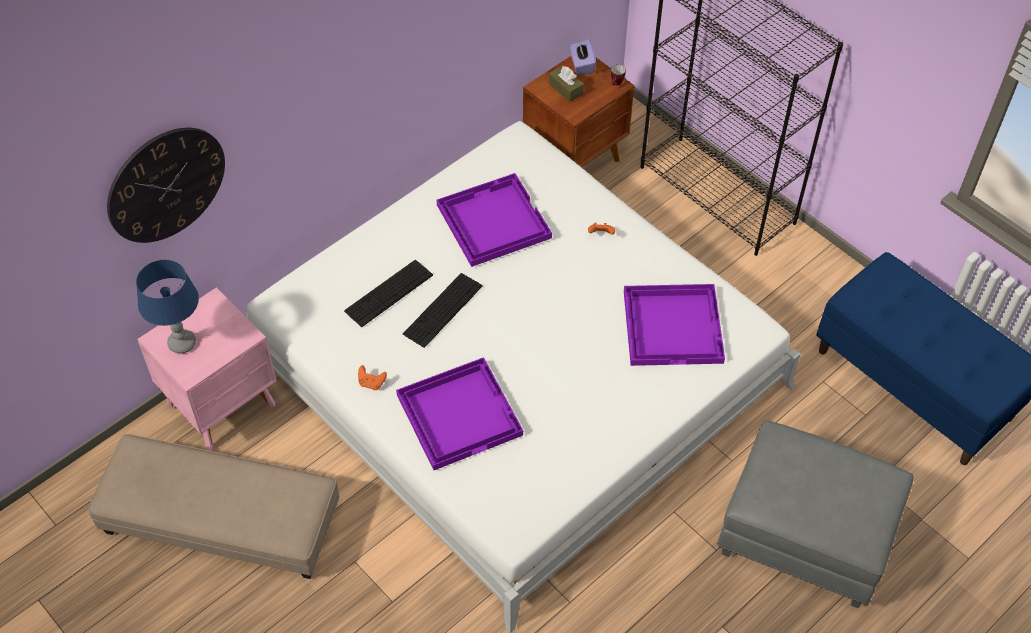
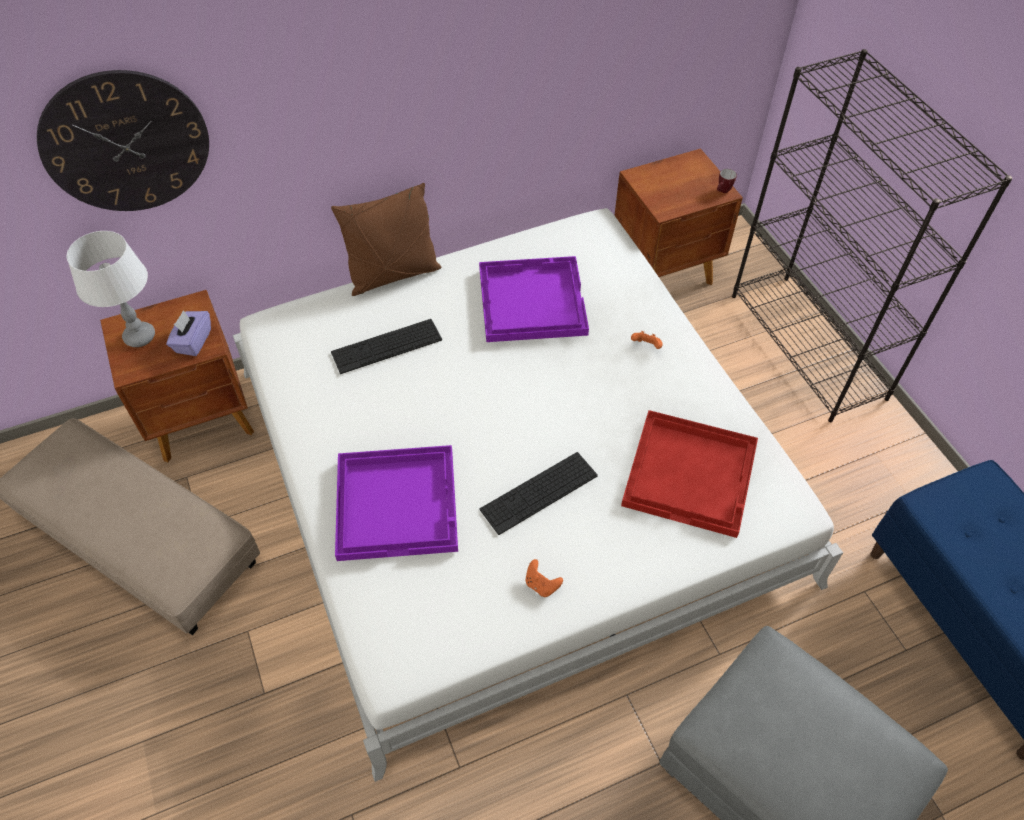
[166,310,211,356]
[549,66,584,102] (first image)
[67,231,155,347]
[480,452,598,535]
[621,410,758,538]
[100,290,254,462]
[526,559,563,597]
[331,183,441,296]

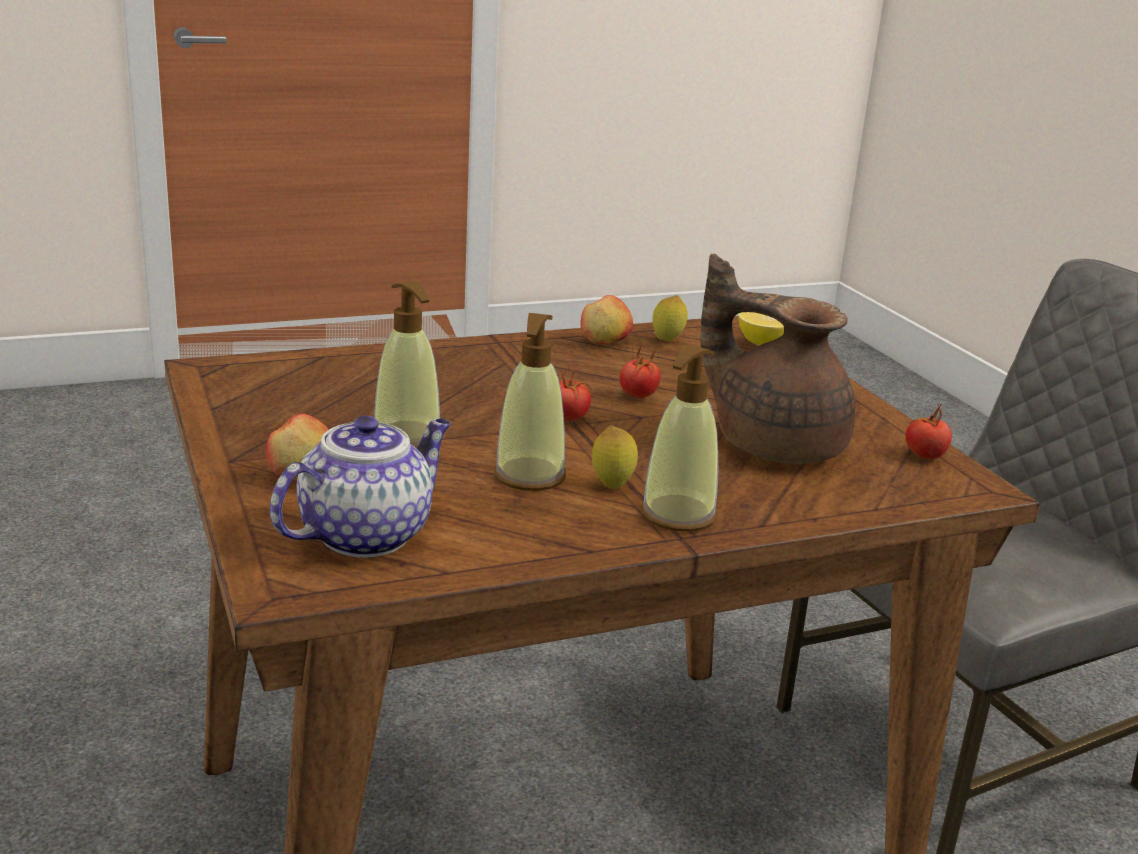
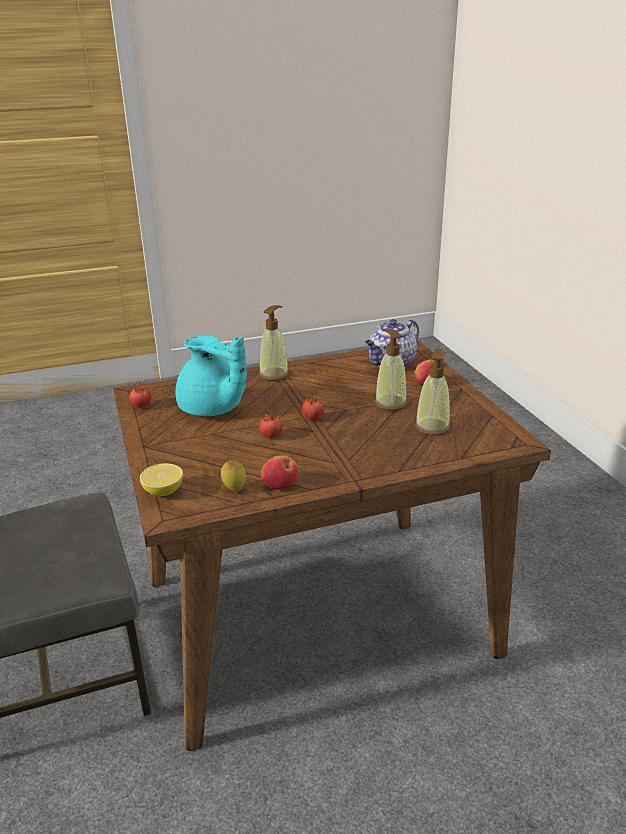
[176,335,247,416]
[415,348,450,436]
[592,426,638,489] (first image)

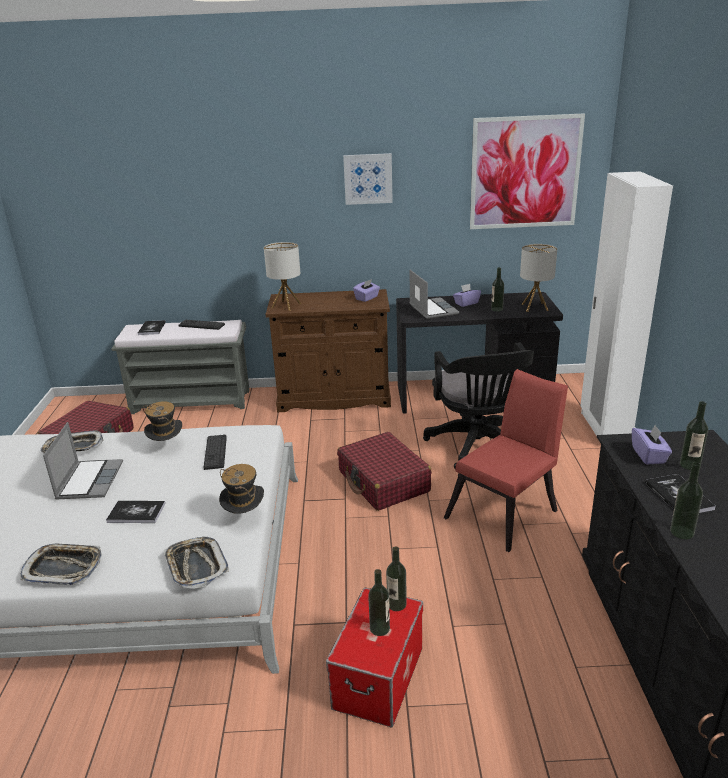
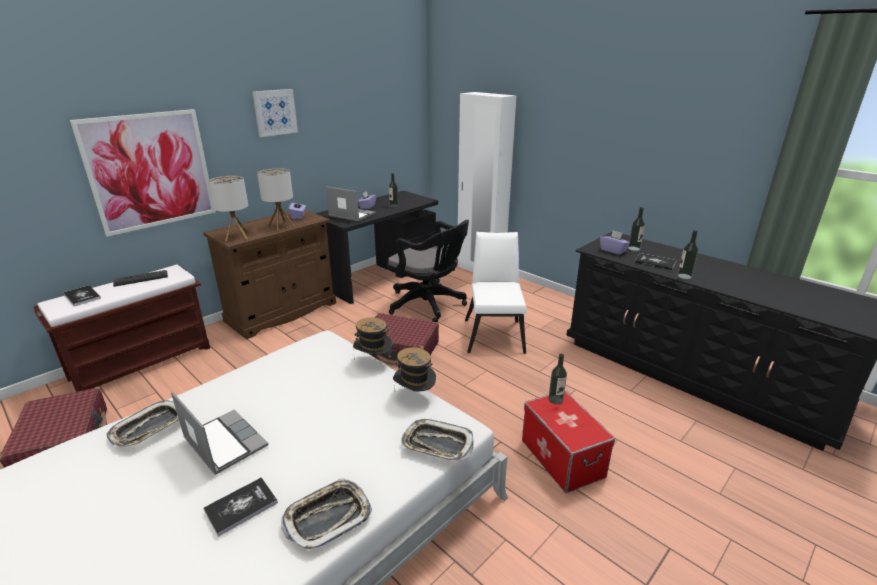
[70,109,216,237]
[257,168,295,231]
[33,264,210,392]
[465,232,527,354]
[353,317,392,360]
[204,434,227,470] (first image)
[203,477,278,537]
[368,569,390,636] (first image)

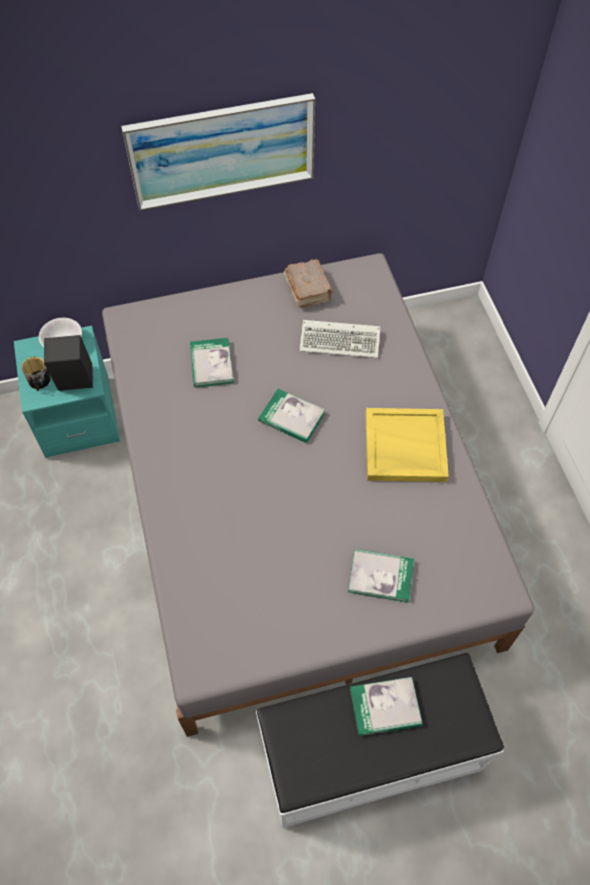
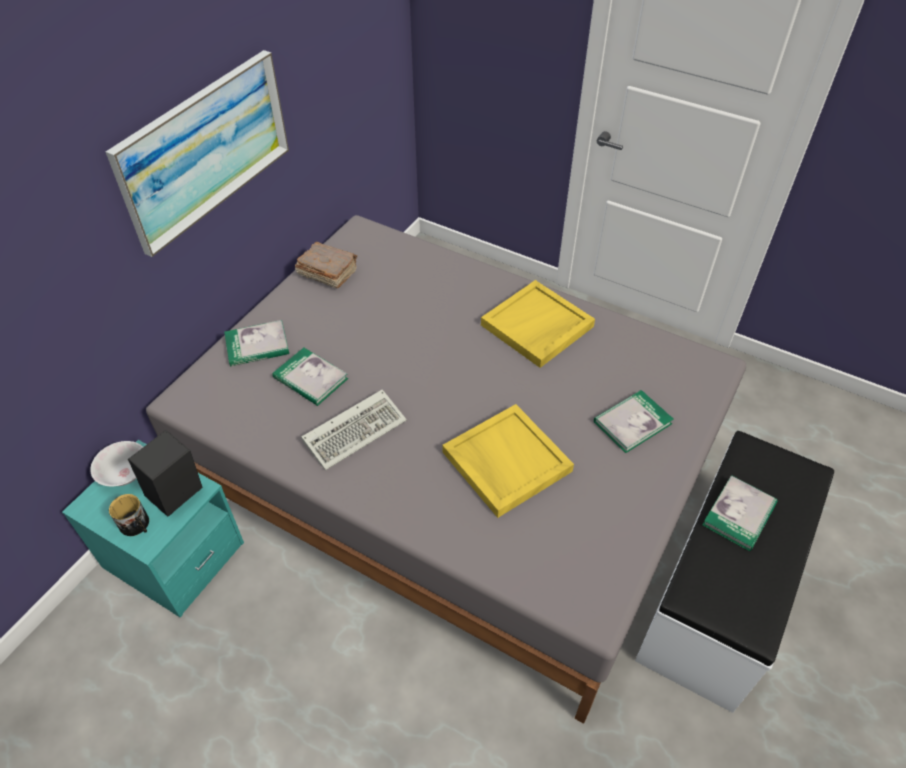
[301,389,407,470]
[224,320,289,366]
[443,404,574,518]

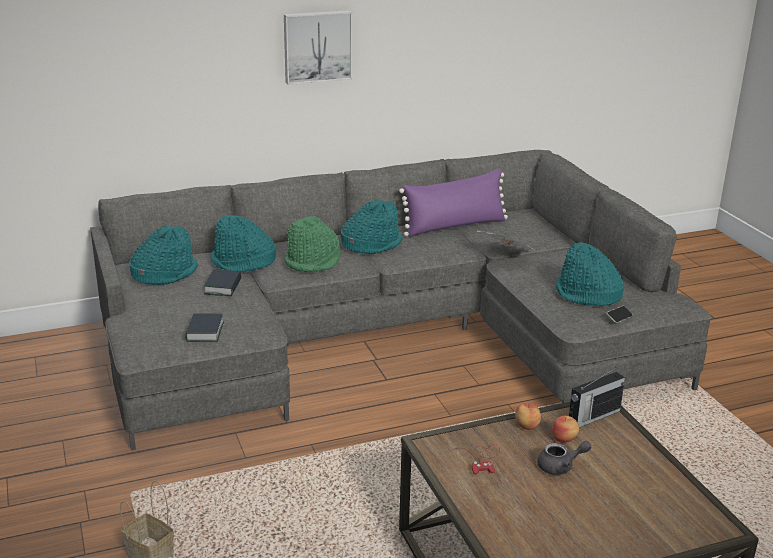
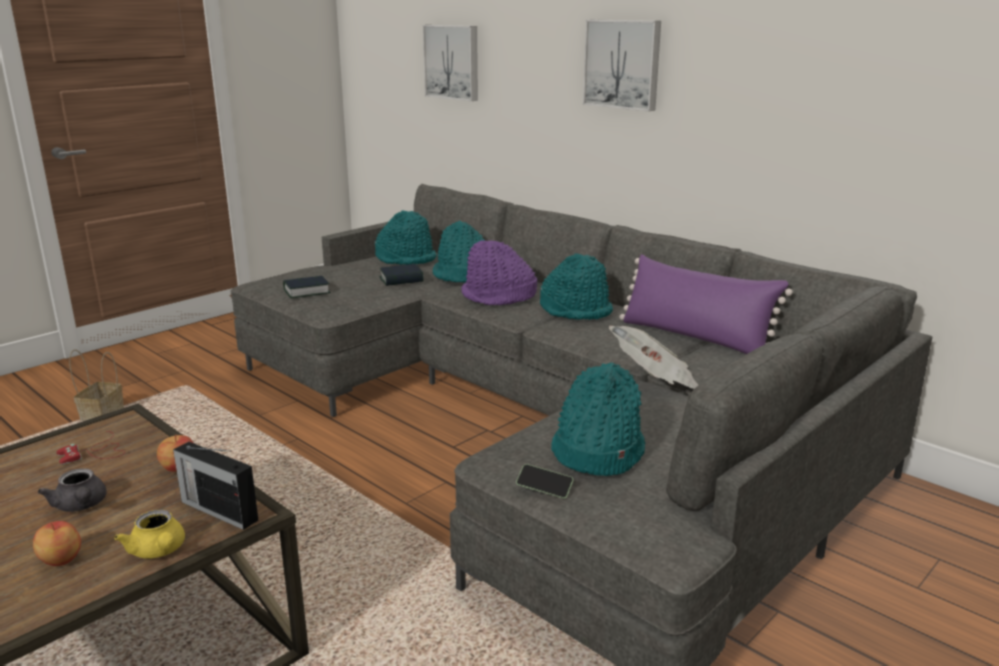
[461,241,537,305]
[33,521,81,566]
[423,25,478,101]
[114,510,185,559]

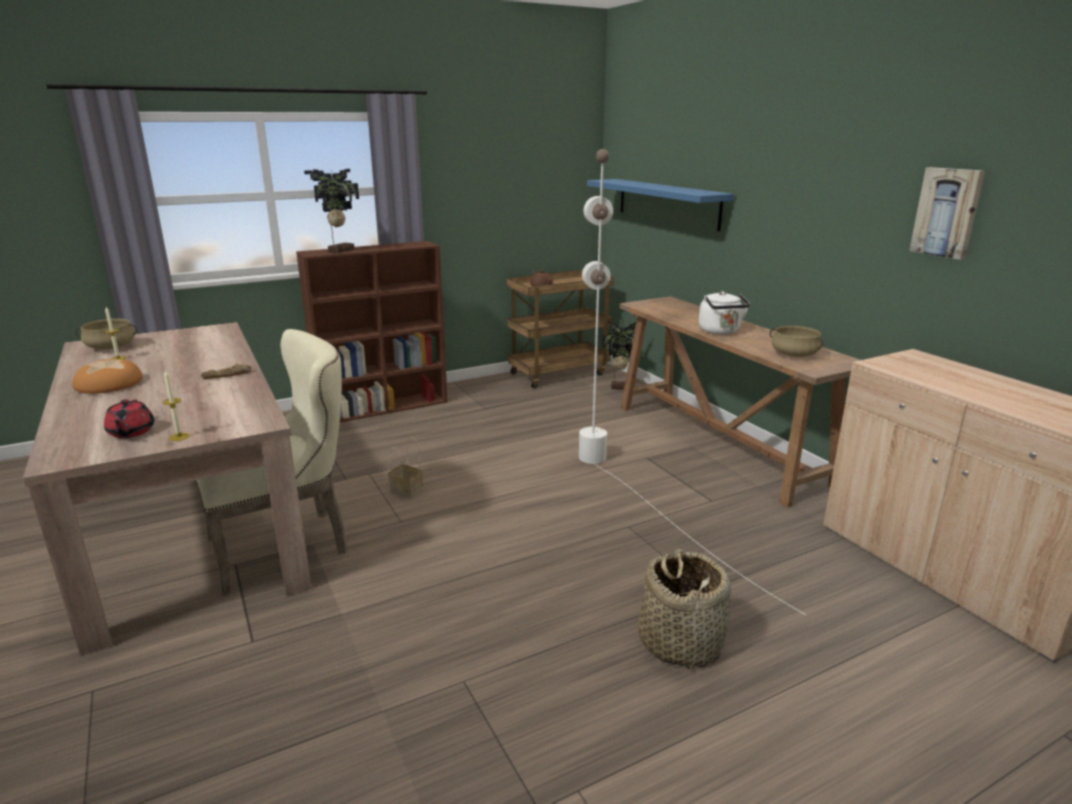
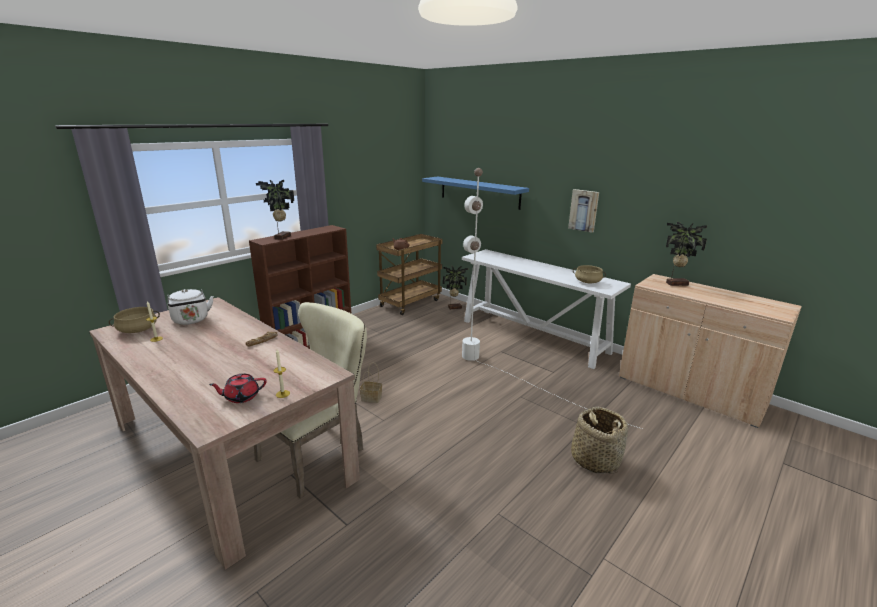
[568,189,599,233]
[167,289,213,325]
[462,249,631,369]
[72,359,143,394] (first image)
[209,374,267,403]
[666,222,707,286]

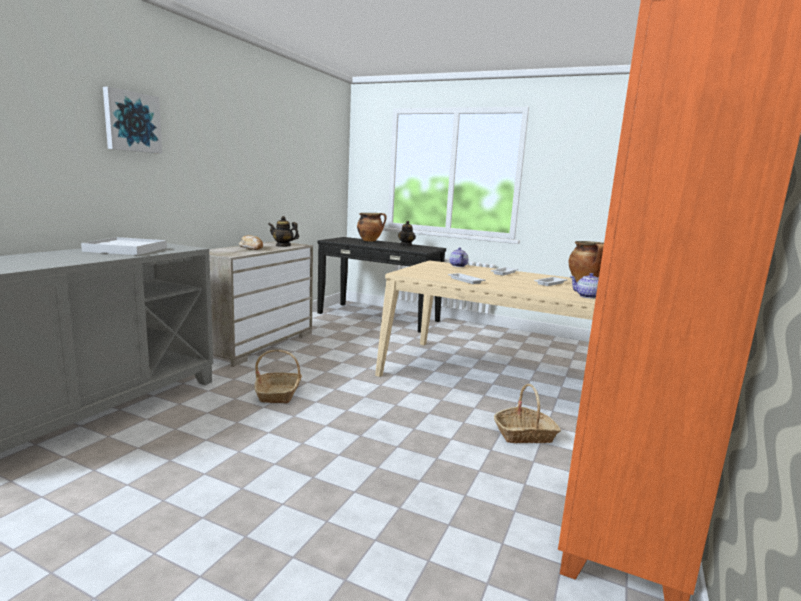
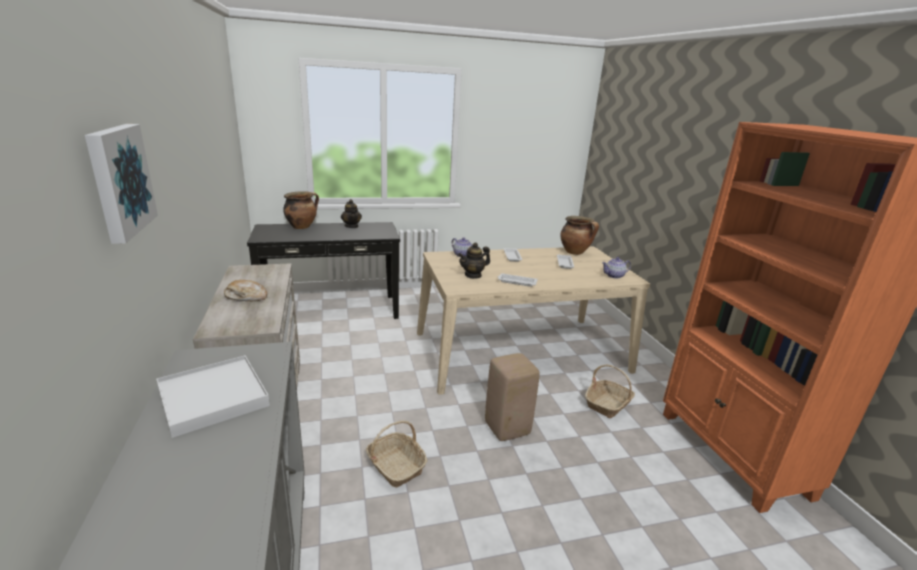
[458,242,490,279]
[485,353,540,441]

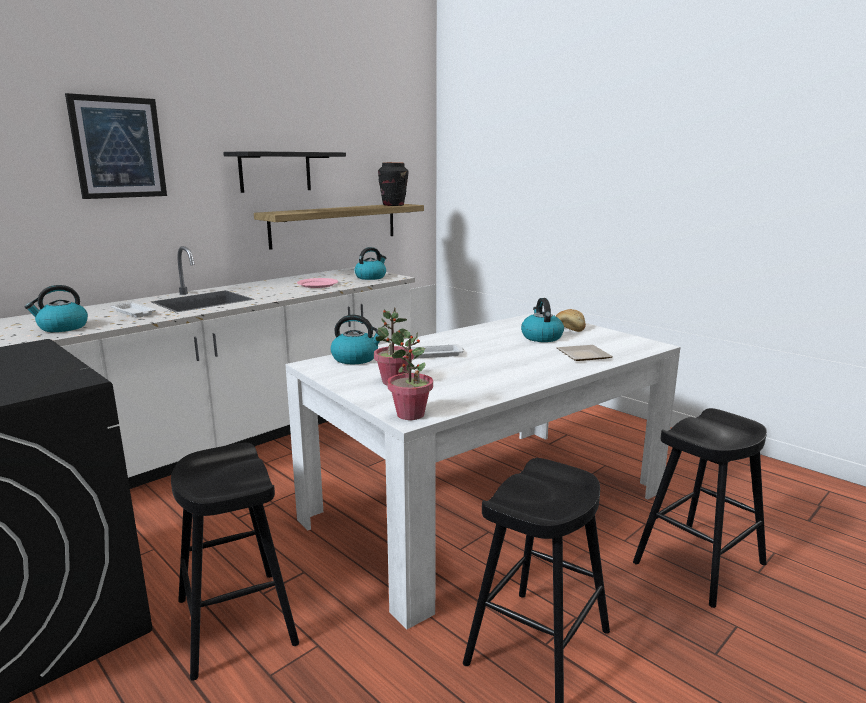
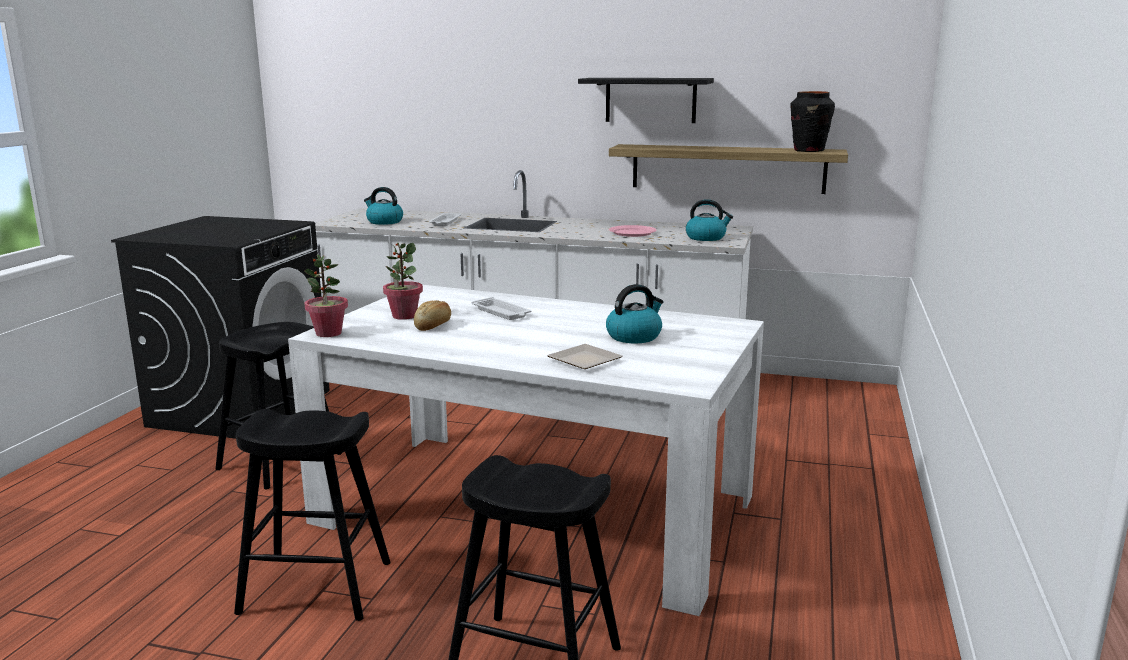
[65,93,167,199] (first image)
[414,300,451,331]
[330,315,380,364] (first image)

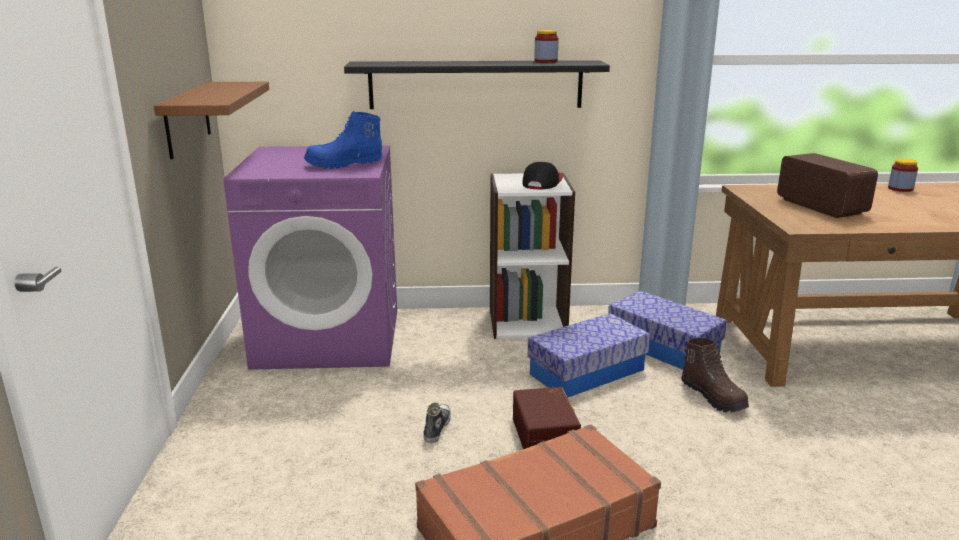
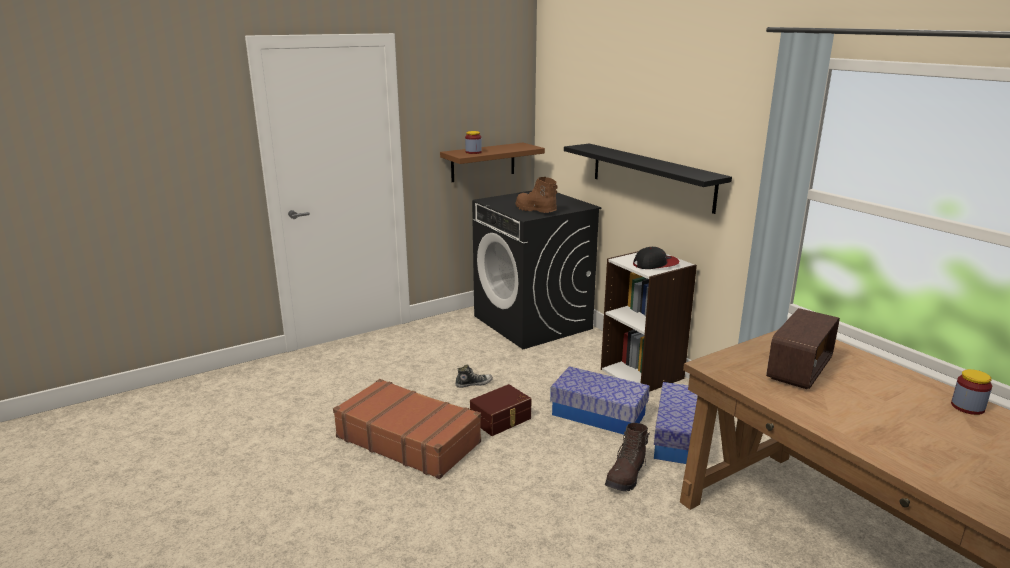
[465,131,482,154]
[516,177,558,213]
[472,191,602,349]

